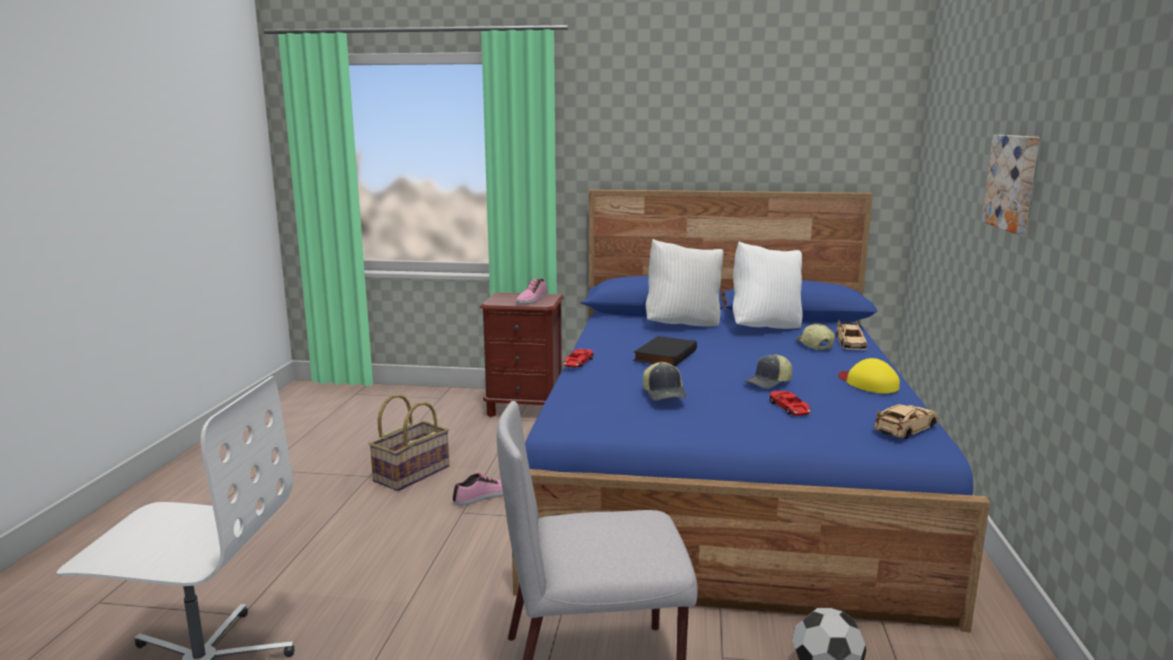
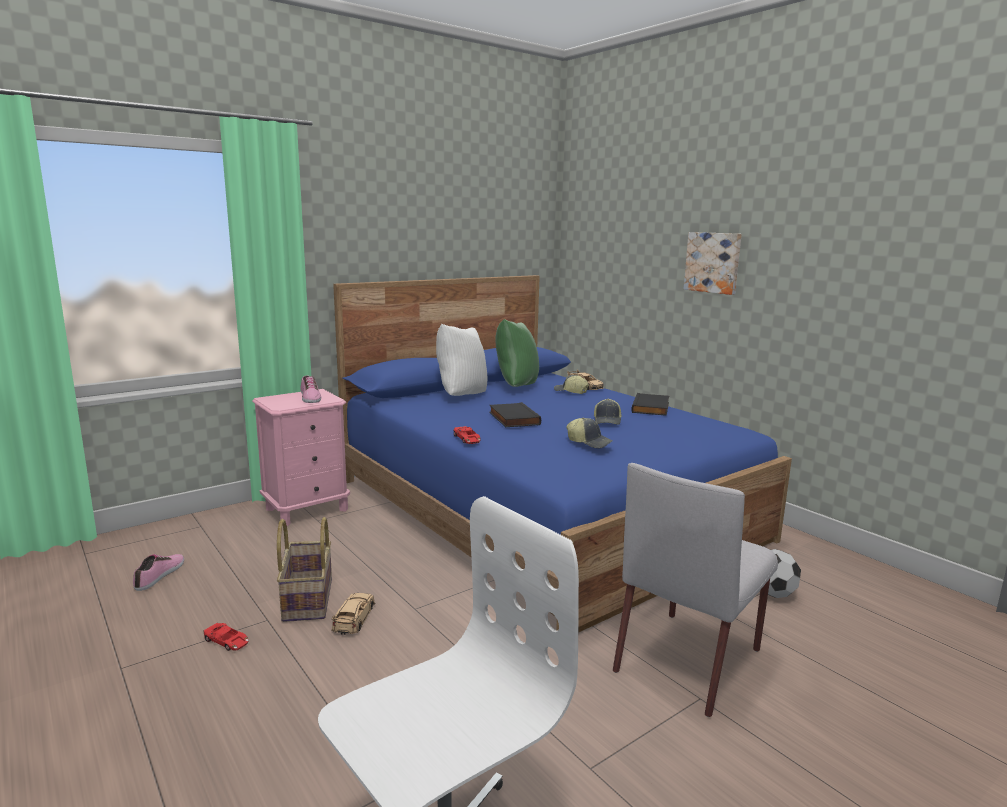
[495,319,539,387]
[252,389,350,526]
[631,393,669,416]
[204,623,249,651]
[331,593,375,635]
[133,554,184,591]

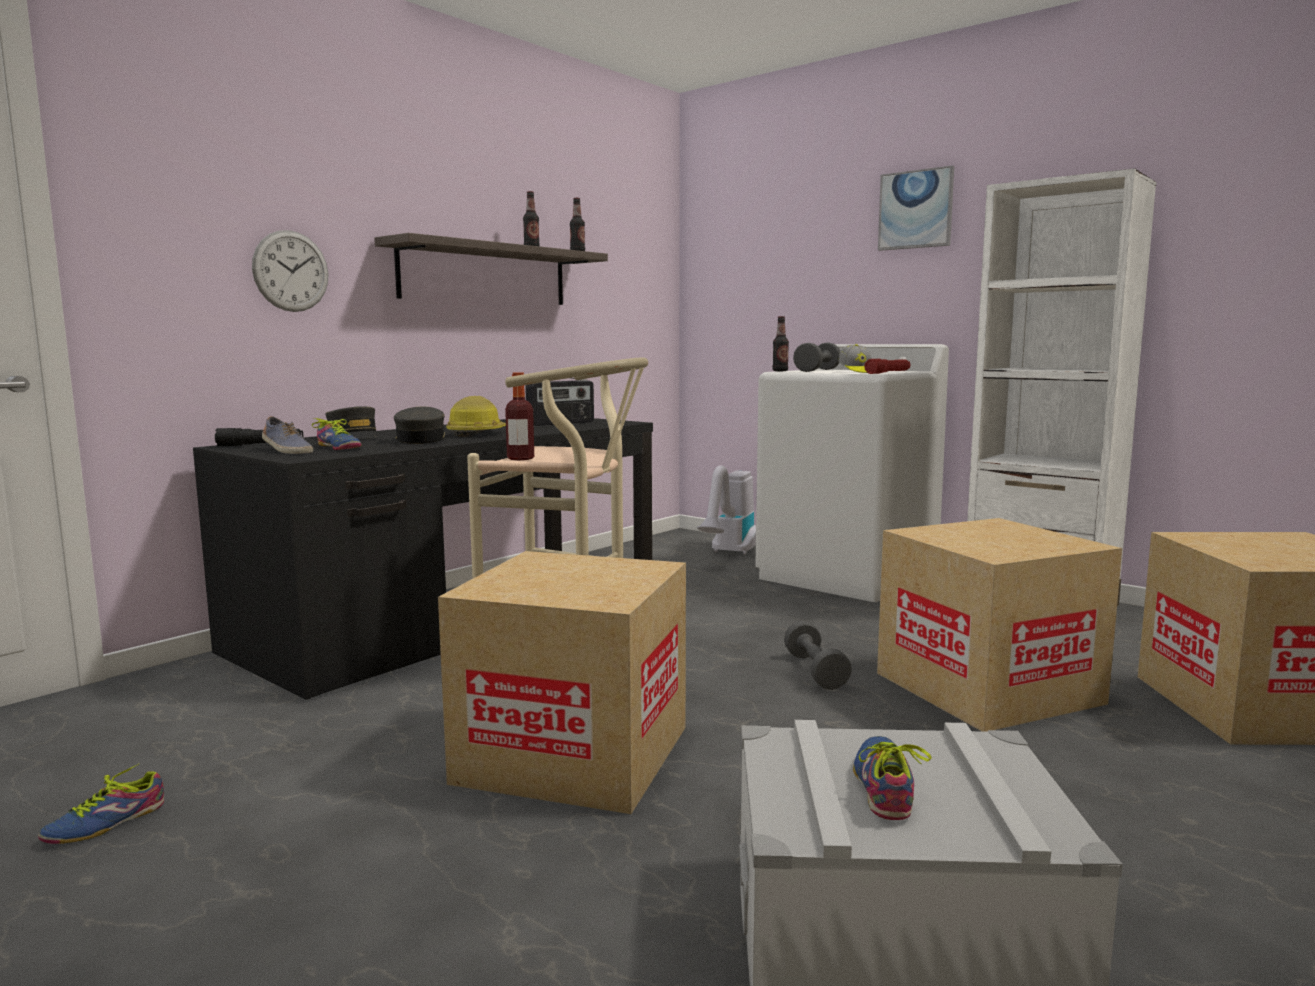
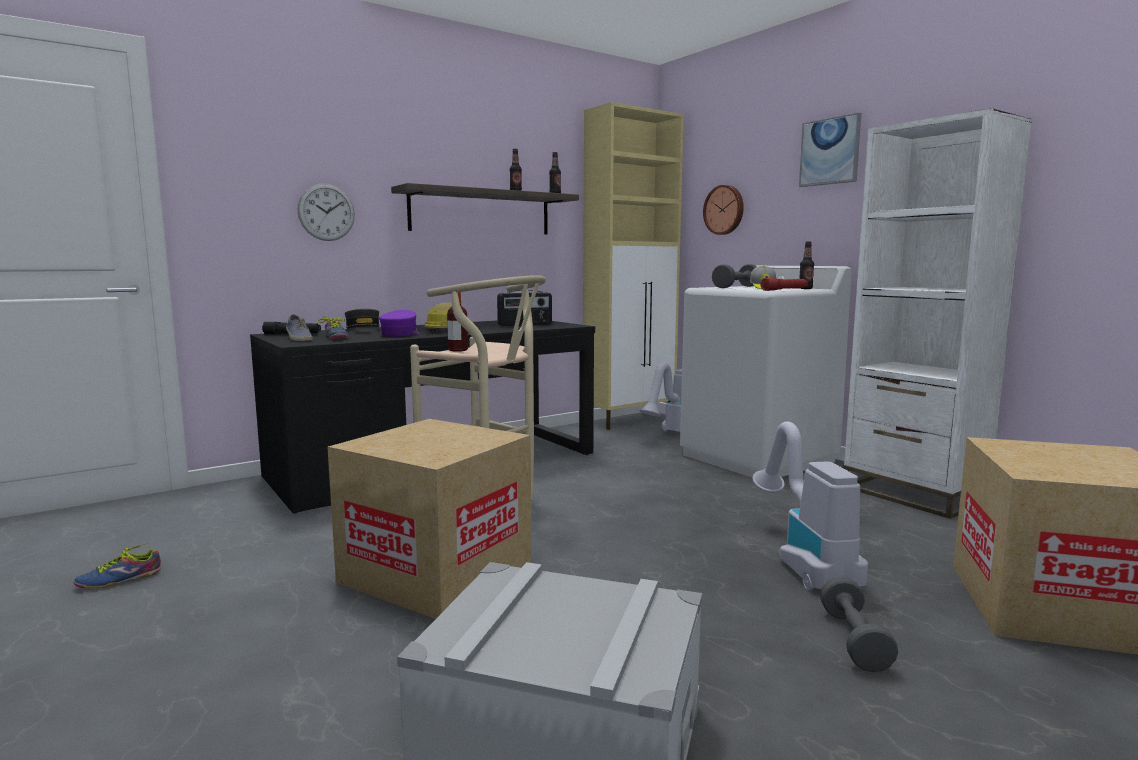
[799,242,814,289]
[379,310,419,337]
[752,421,868,590]
[820,577,898,672]
[853,736,932,820] (first image)
[583,102,684,430]
[703,185,744,235]

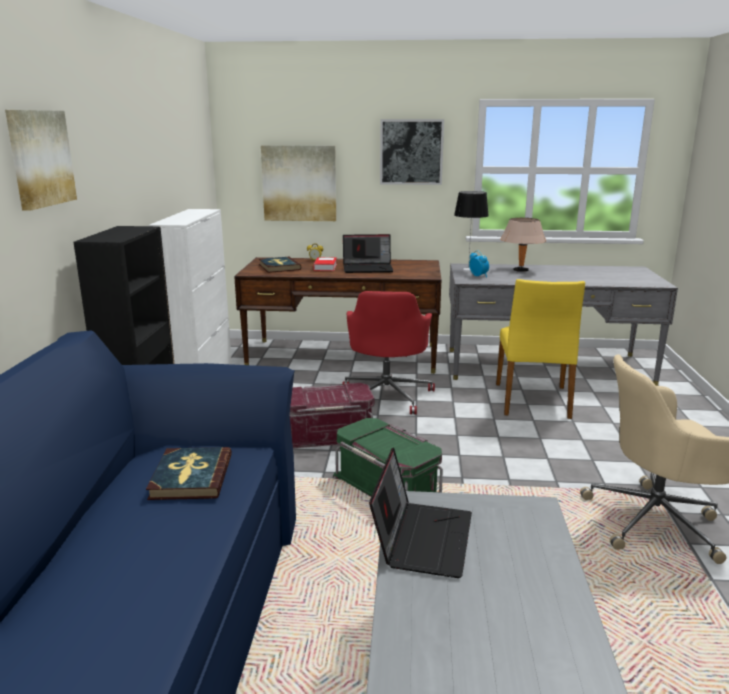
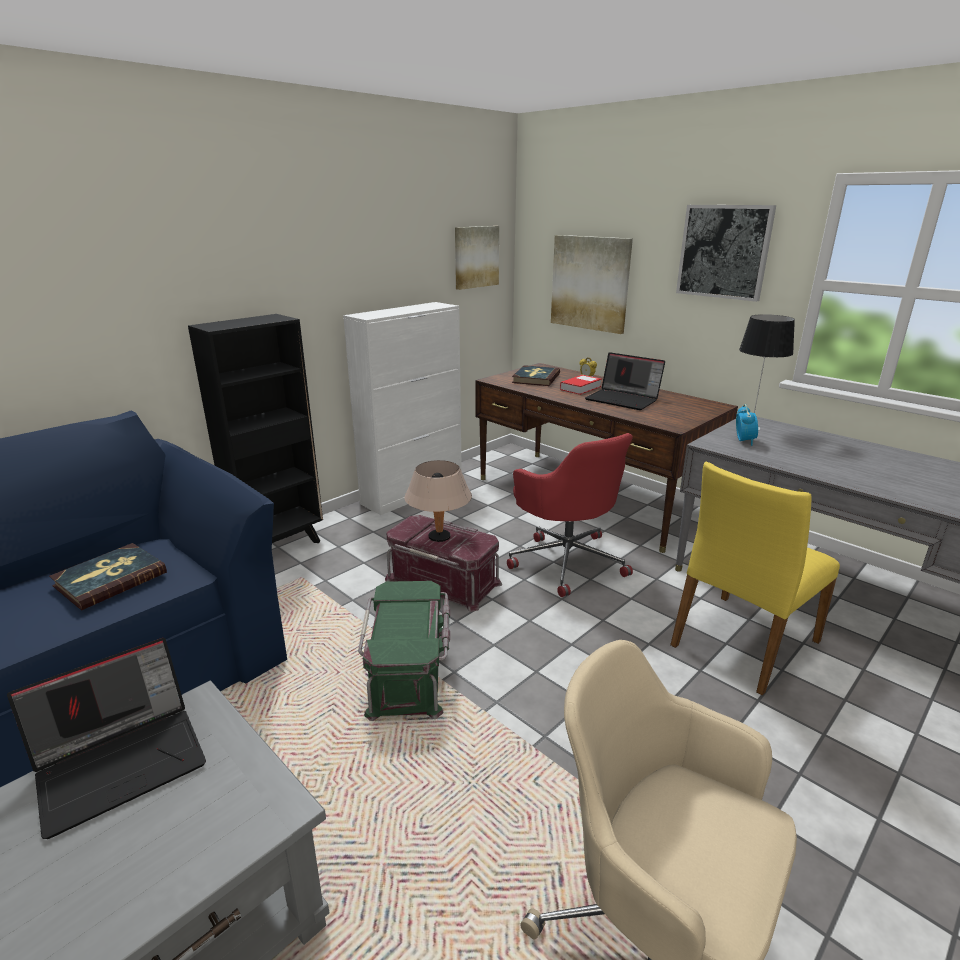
[455,226,499,290]
[404,460,472,542]
[507,433,633,597]

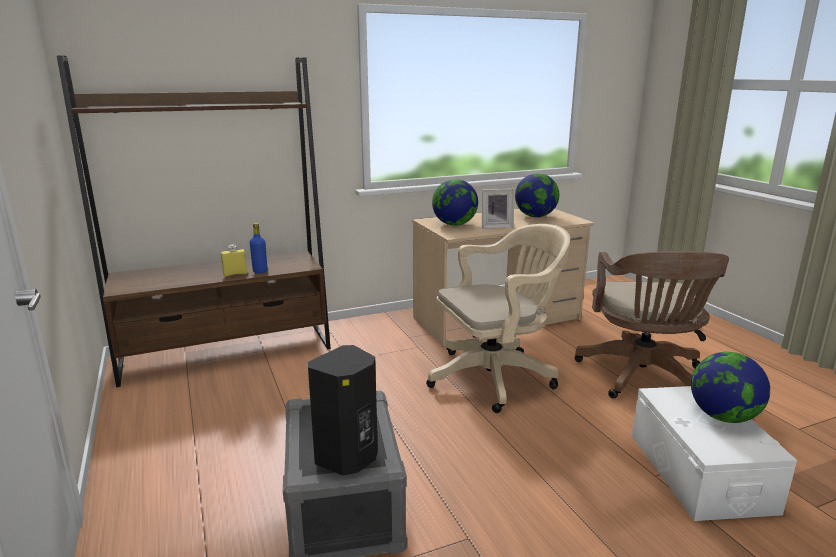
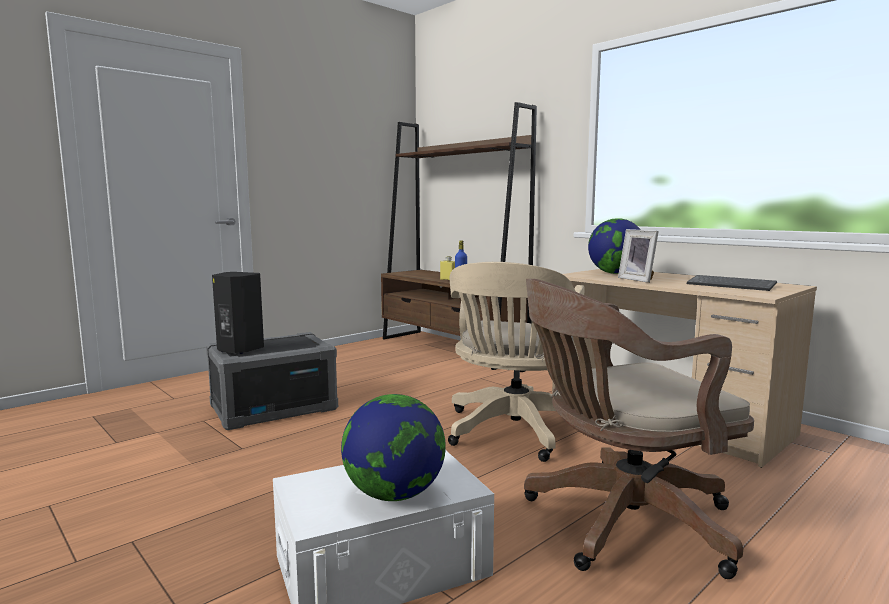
[687,275,777,291]
[448,262,584,462]

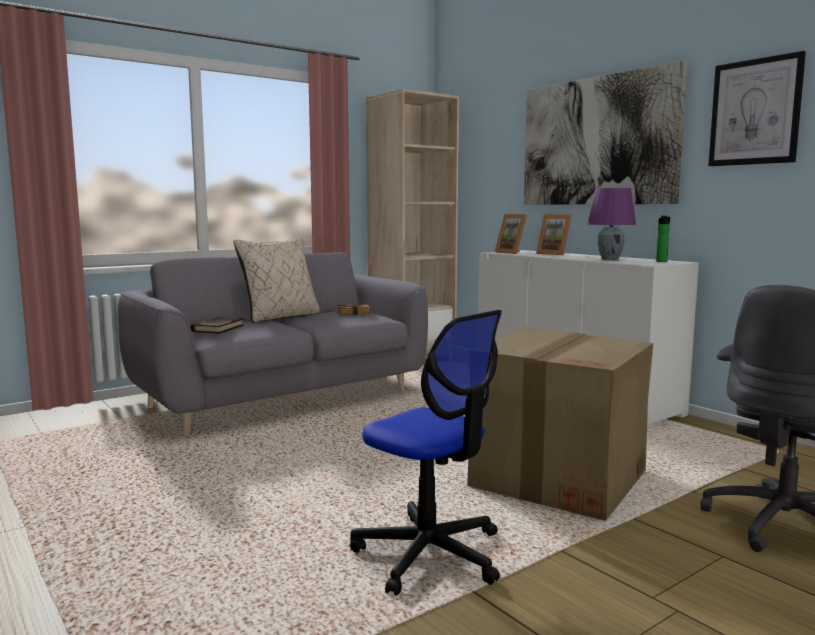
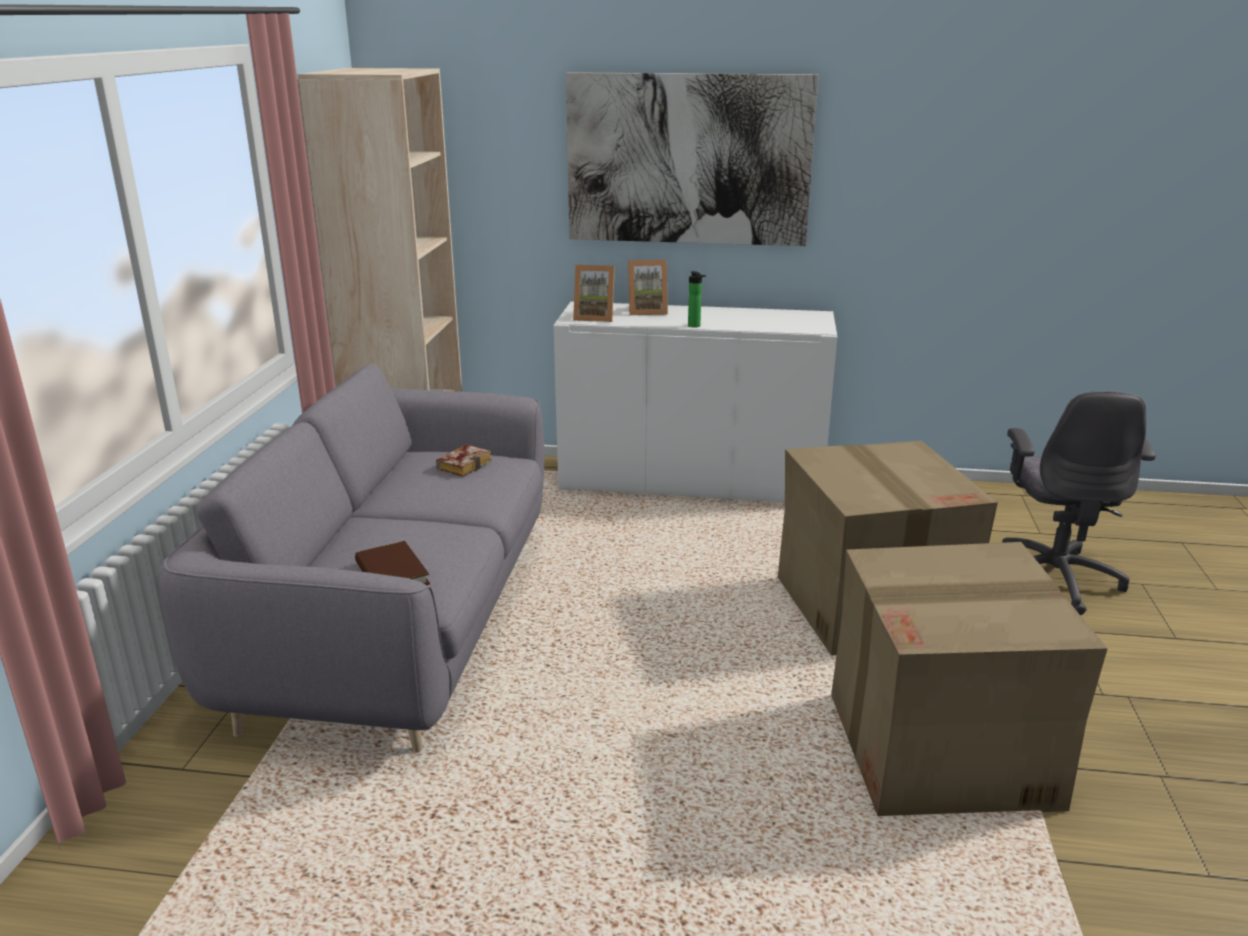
[708,51,806,166] (first image)
[588,188,636,260] (first image)
[688,271,706,328]
[233,237,320,323] (first image)
[831,542,1108,816]

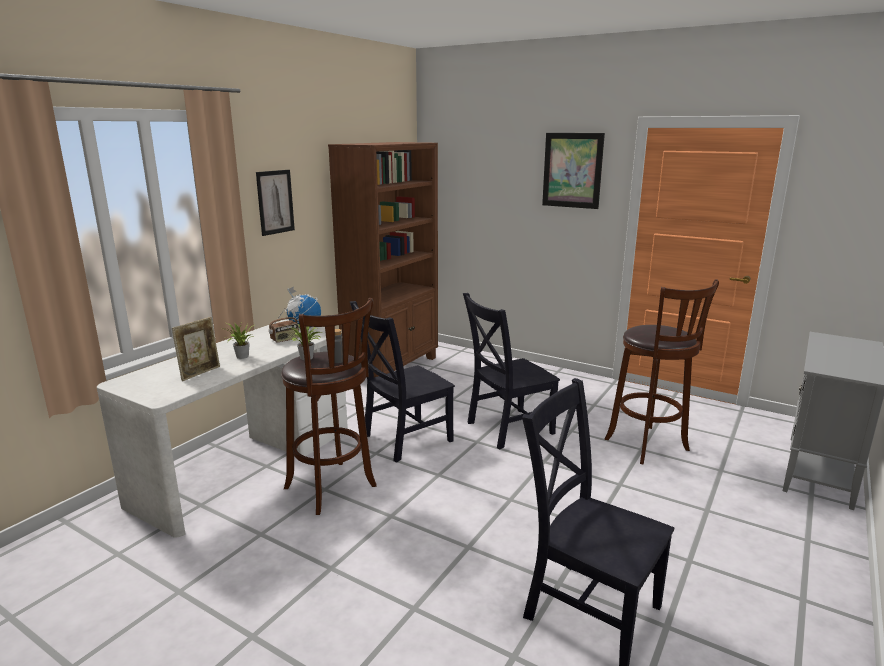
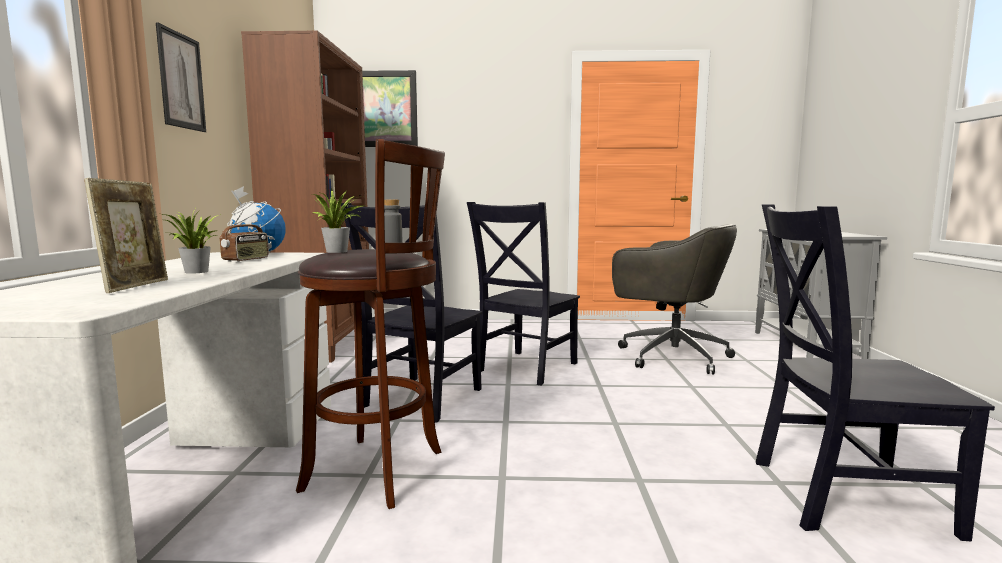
[362,70,418,147]
[612,224,737,375]

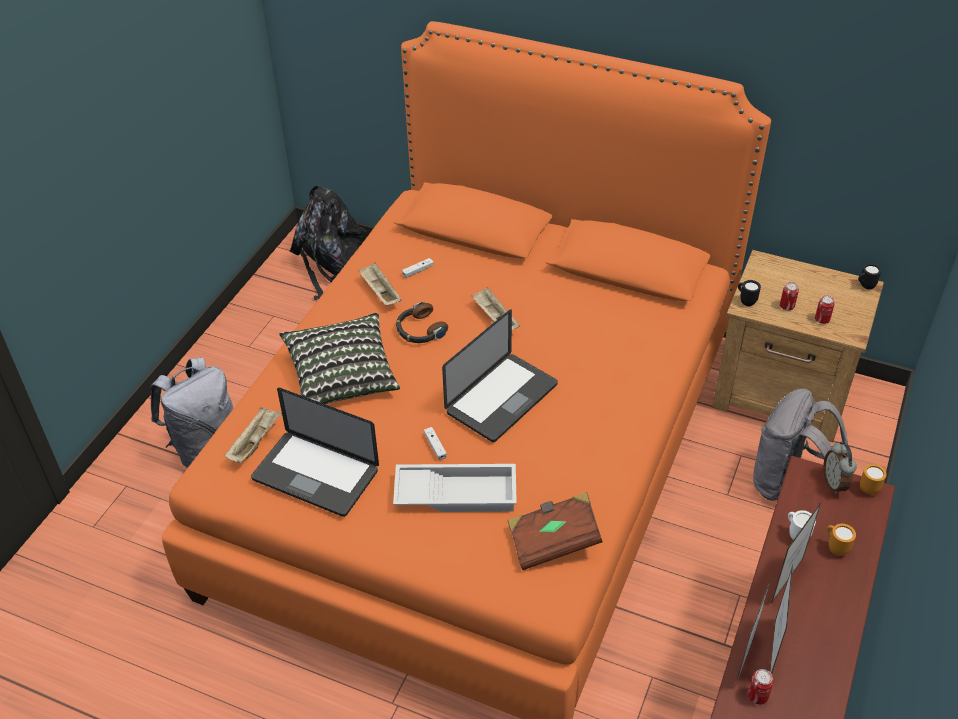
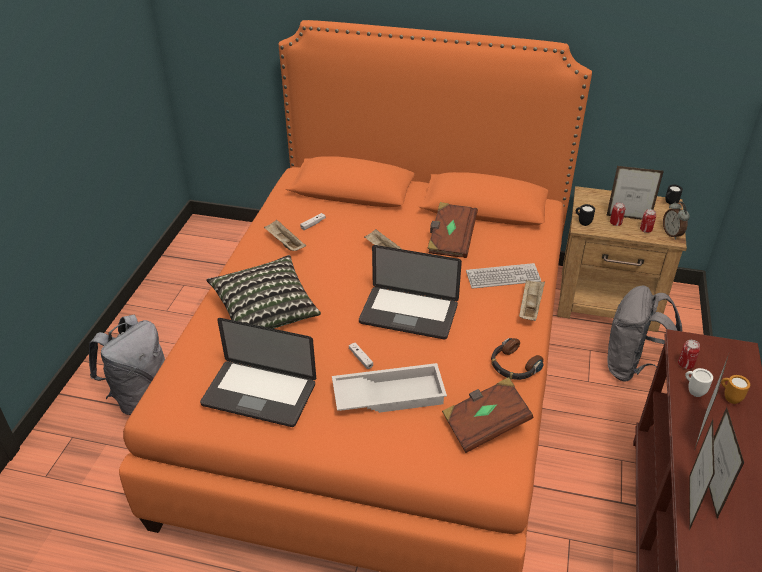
[290,186,370,300] (first image)
[491,338,544,380]
[359,245,462,339]
[519,280,545,321]
[663,202,690,240]
[860,464,887,495] (first image)
[678,340,700,369]
[606,166,664,220]
[427,202,478,258]
[466,263,541,289]

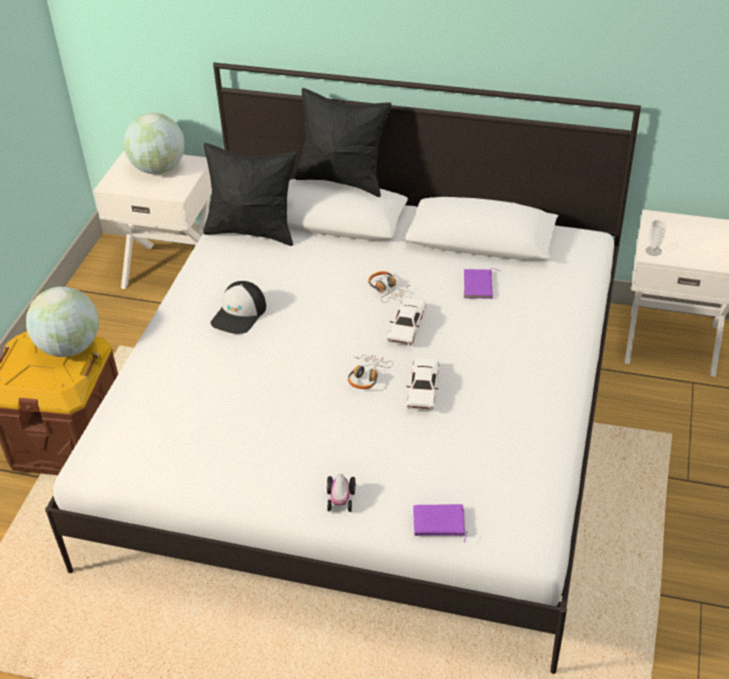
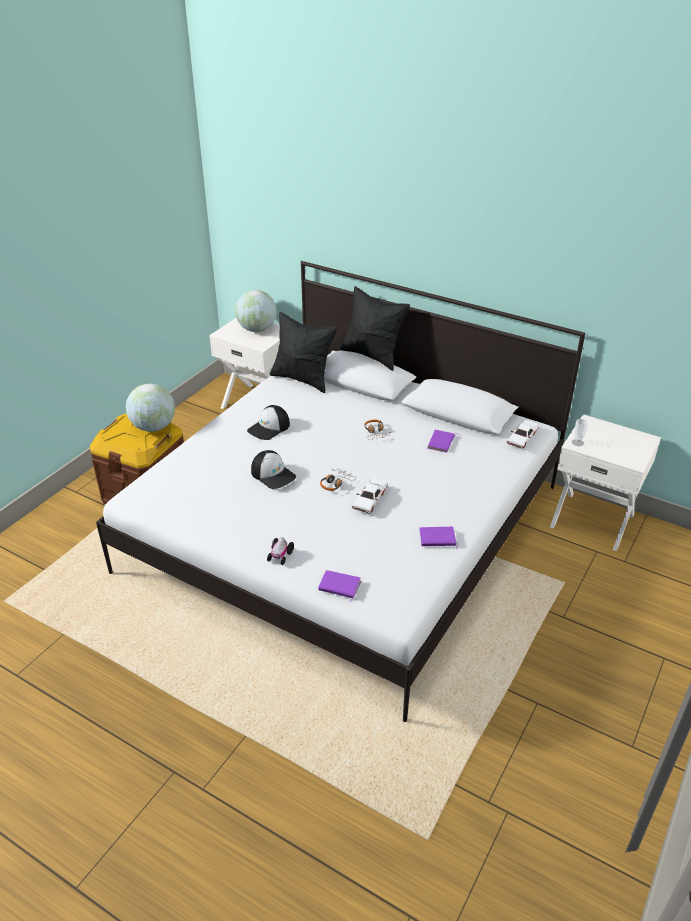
[506,420,539,449]
[251,450,296,489]
[419,527,458,549]

